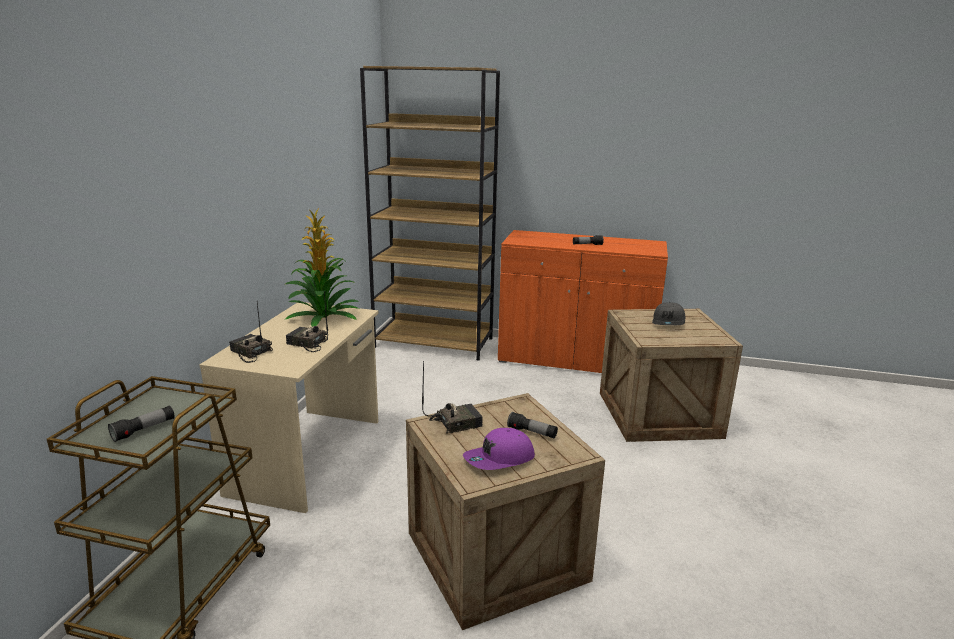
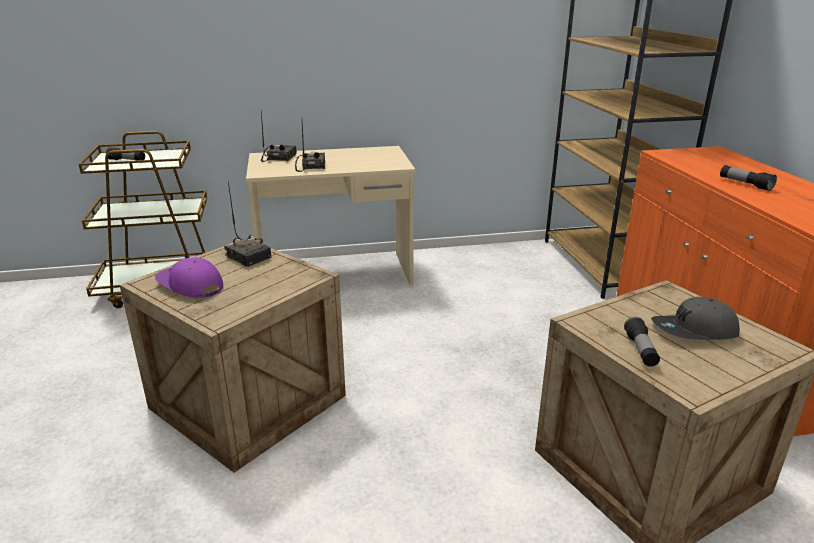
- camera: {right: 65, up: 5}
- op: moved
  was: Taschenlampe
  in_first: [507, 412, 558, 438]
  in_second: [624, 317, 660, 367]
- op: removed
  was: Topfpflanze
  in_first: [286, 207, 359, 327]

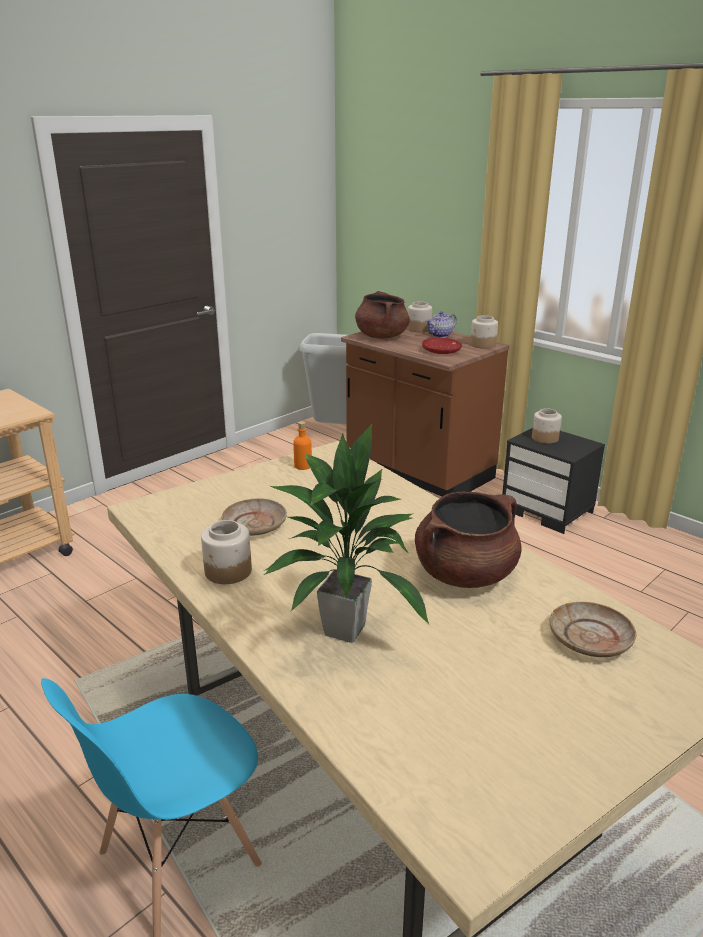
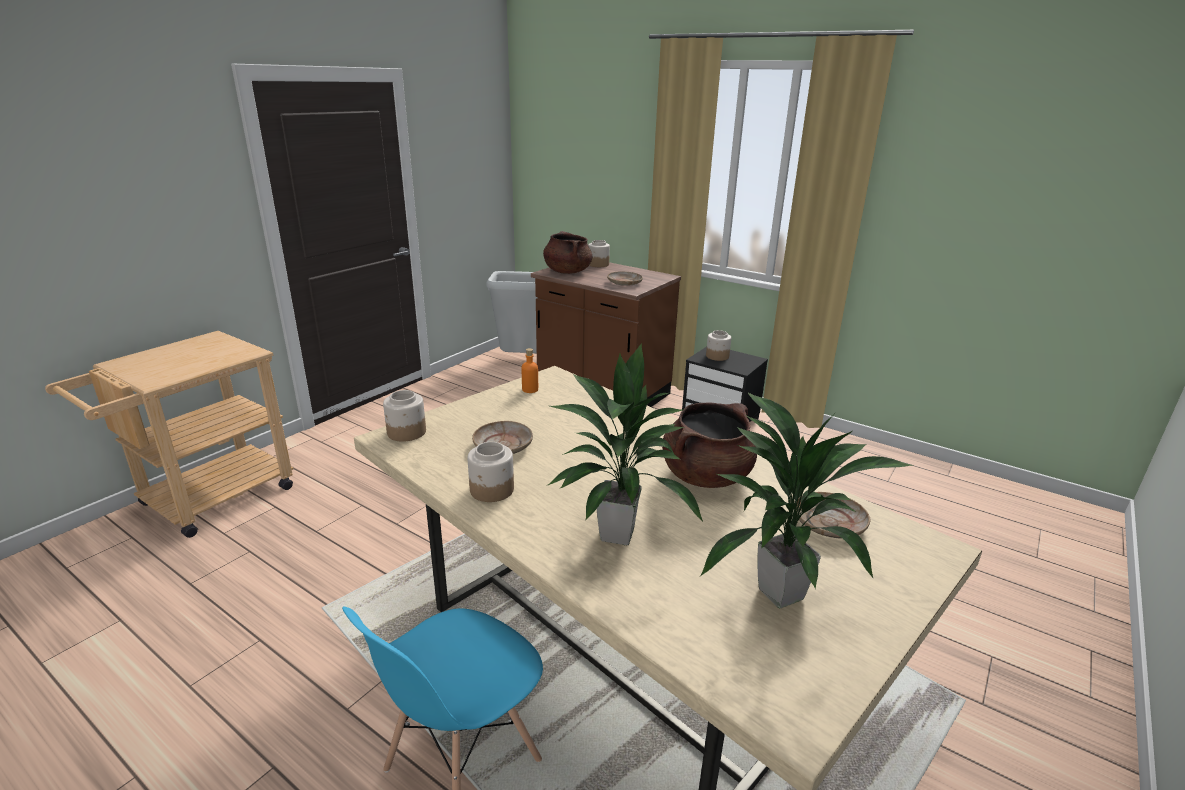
- camera: {right: -10, up: 0}
- op: moved
  was: Vorratsglas
  in_first: [470, 315, 498, 349]
  in_second: [383, 390, 426, 442]
- op: recoloured
  was: Teller/rot
  now: Teller/beige
  in_first: [422, 338, 462, 354]
  in_second: [607, 271, 643, 286]
- op: added
  now: Topfpflanze
  in_second: [700, 392, 913, 608]
- op: removed
  was: Teekanne
  in_first: [426, 311, 457, 338]

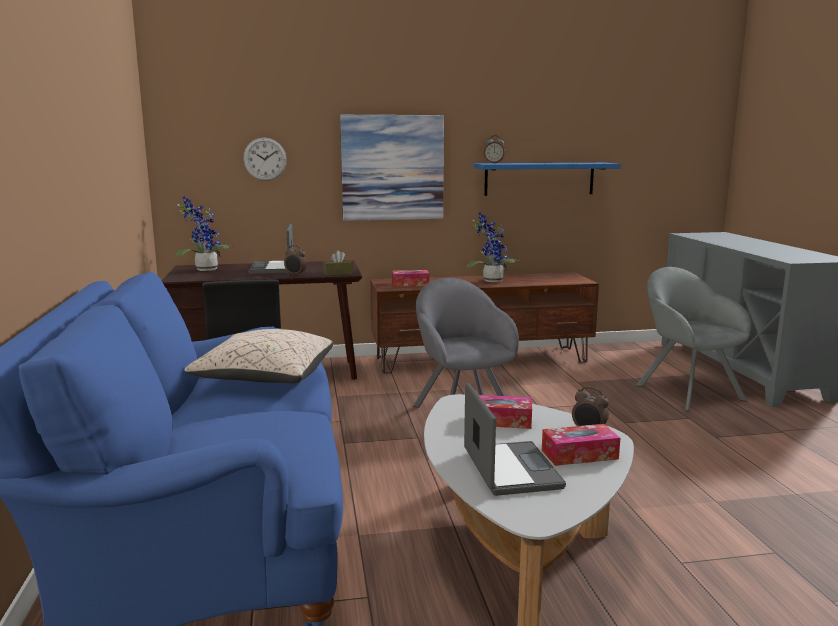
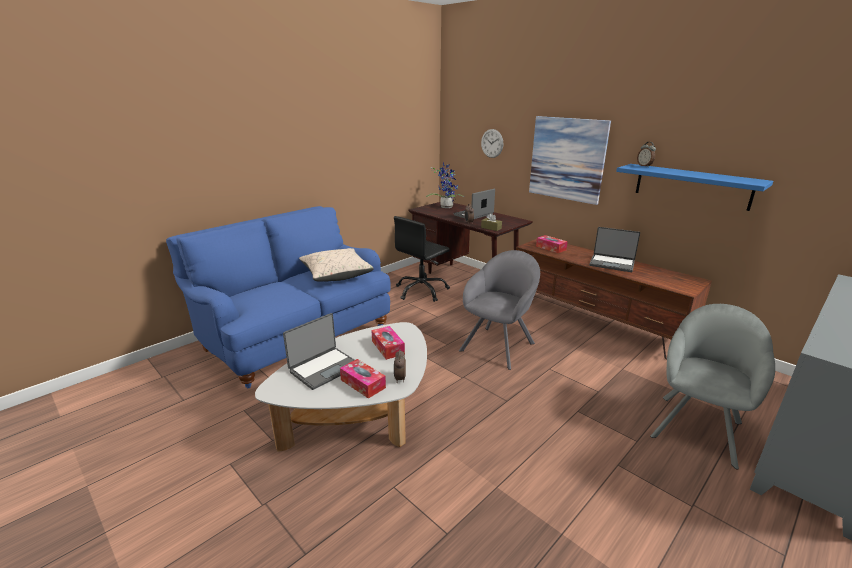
- camera: {right: 55, up: 10}
- op: replaced
  was: Topfpflanze
  now: Laptop
  in_first: [466, 212, 520, 282]
  in_second: [589, 227, 640, 272]

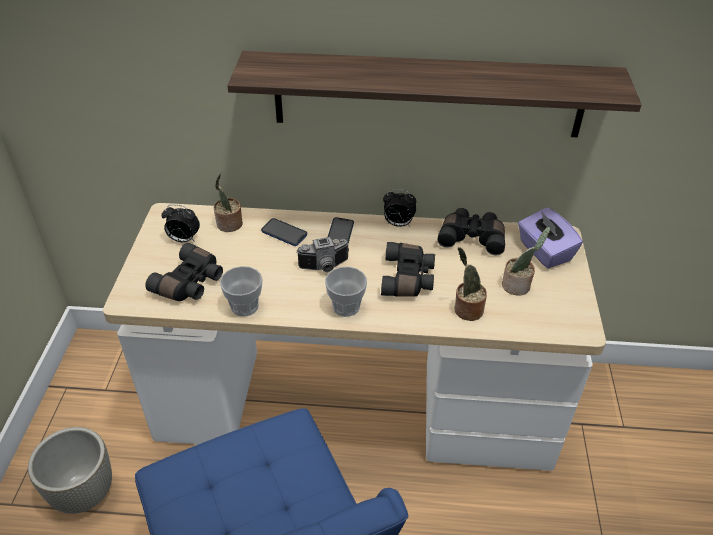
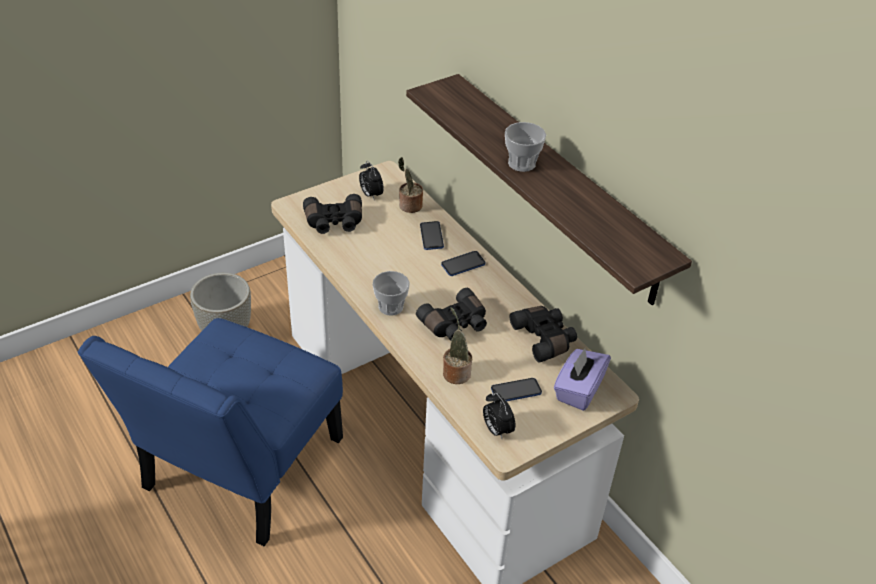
- camera: {right: 50, up: 0}
- op: moved
  was: Wecker
  in_first: [383, 189, 416, 227]
  in_second: [483, 393, 515, 439]
- op: replaced
  was: Topfpflanze
  now: Handy
  in_first: [502, 227, 550, 295]
  in_second: [491, 378, 542, 401]
- op: moved
  was: Tasse
  in_first: [220, 266, 263, 316]
  in_second: [505, 122, 546, 172]
- op: removed
  was: Kamera
  in_first: [296, 237, 349, 272]

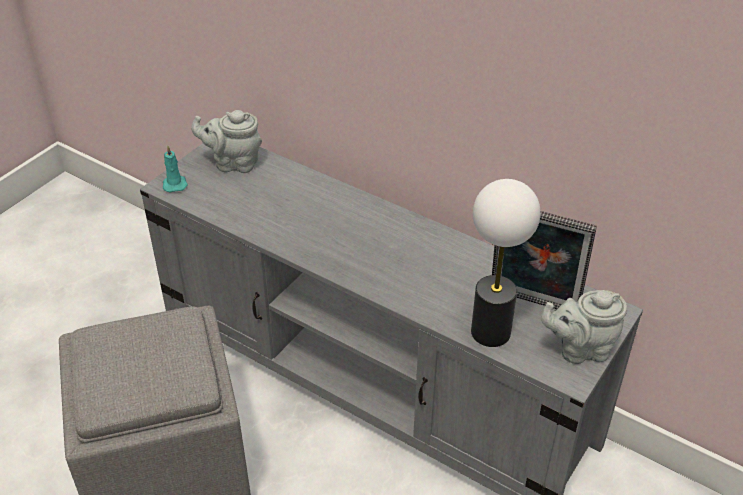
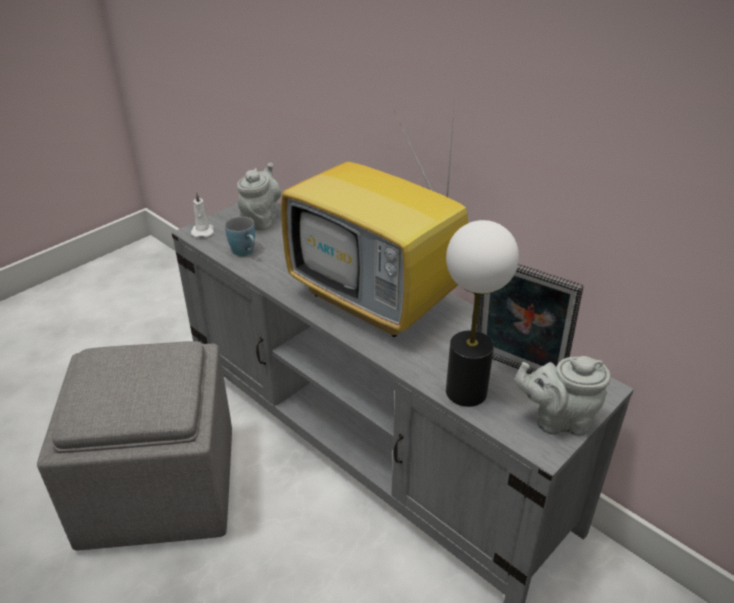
- camera: {right: 10, up: -5}
- op: recoloured
  was: Kerze/türkis
  now: Kerze/weiß
  in_first: [163, 146, 188, 193]
  in_second: [191, 192, 214, 237]
- op: added
  now: Henkelbecher/blau
  in_second: [225, 216, 255, 256]
- op: turned
  was: Teekanne/grau
  in_first: [191, 110, 262, 173]
  in_second: [237, 163, 281, 231]
  clockwise: 90
- op: added
  now: Fernseher
  in_second: [281, 101, 468, 337]

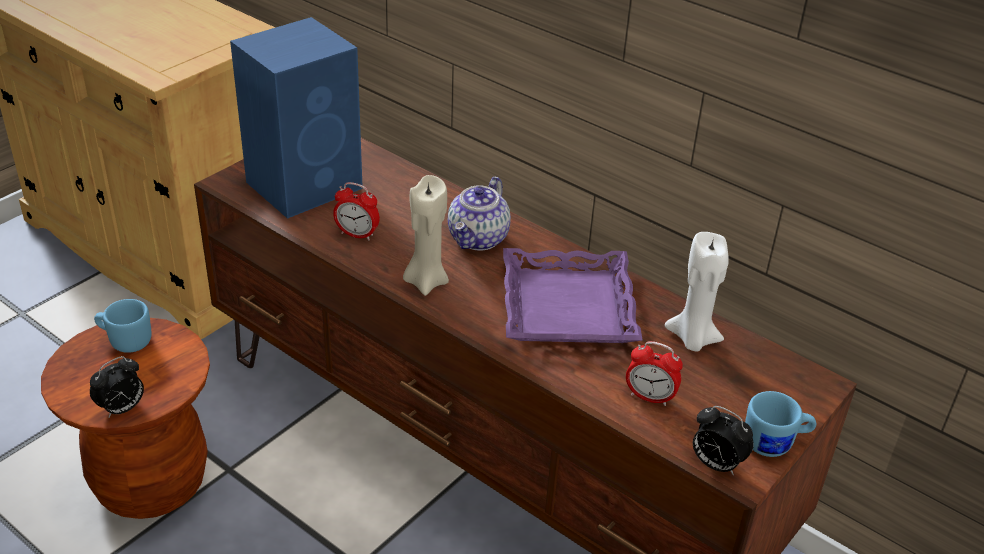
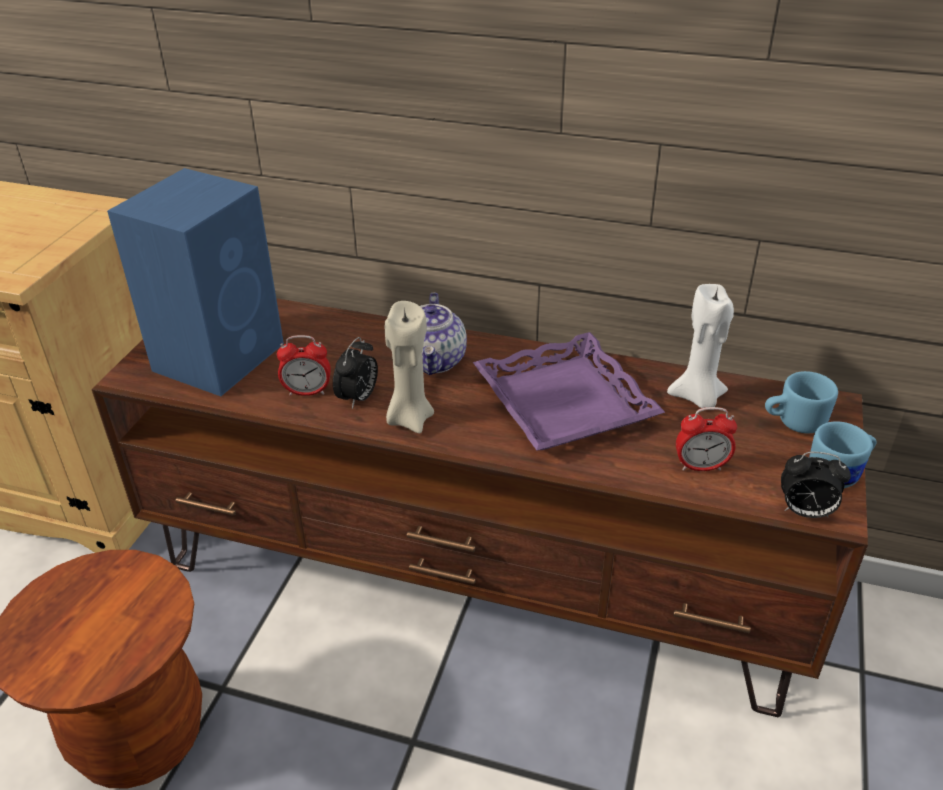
- camera: {right: -20, up: 0}
- op: moved
  was: Wecker
  in_first: [90, 356, 144, 418]
  in_second: [333, 337, 378, 409]
- op: moved
  was: Henkelbecher/blau
  in_first: [94, 299, 152, 353]
  in_second: [765, 371, 838, 434]

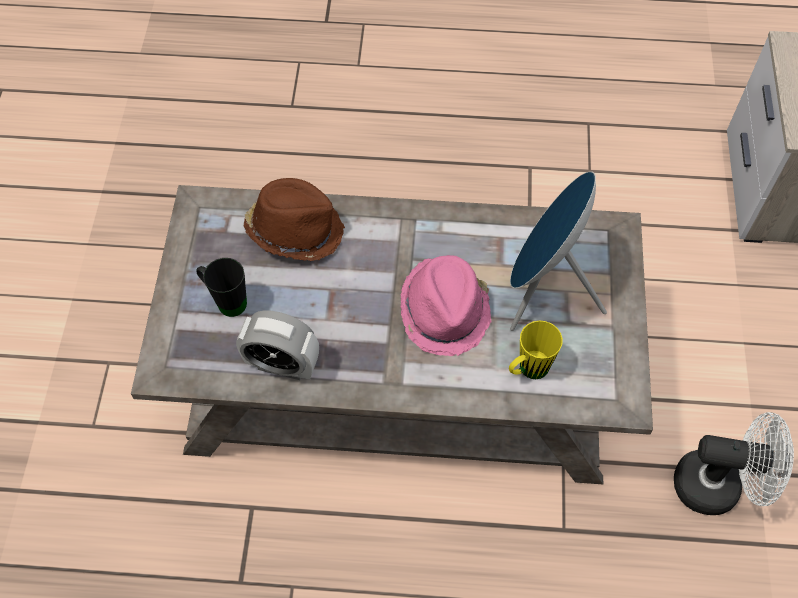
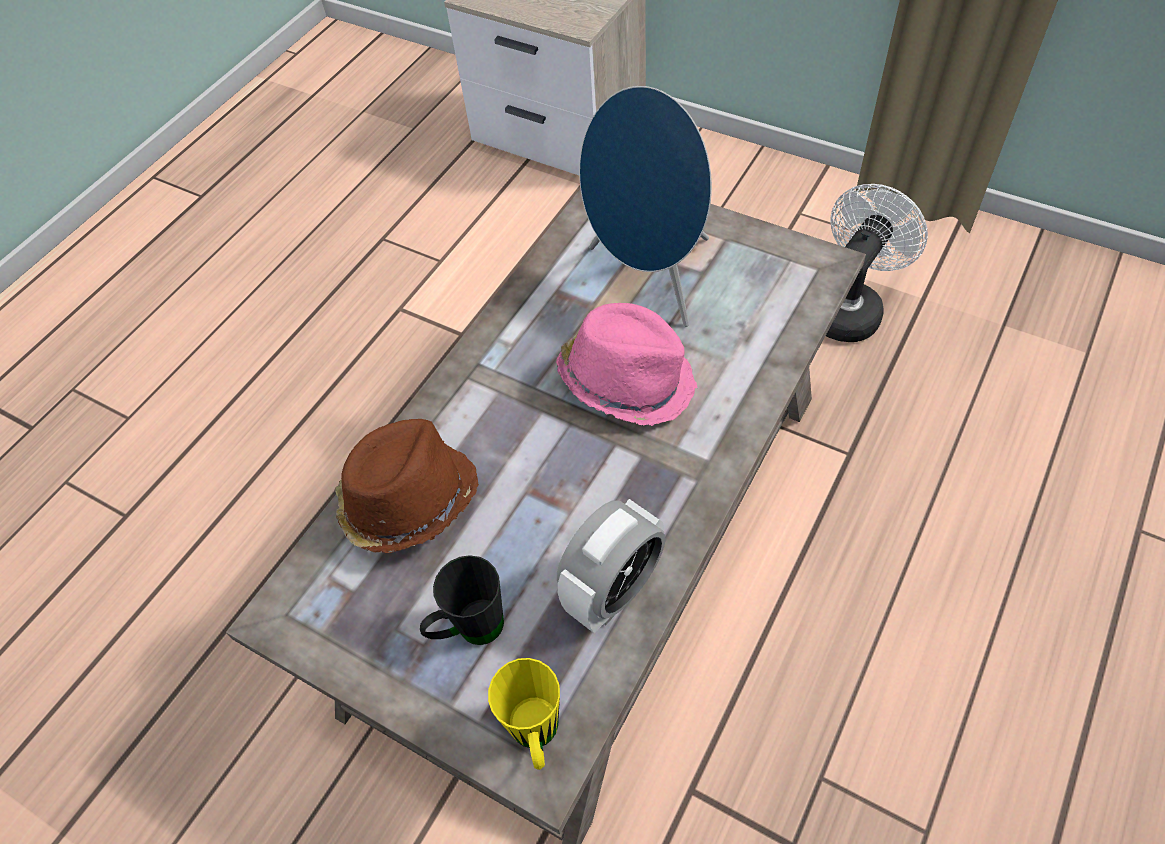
- camera: {right: -60, up: -5}
- op: moved
  was: Henkelbecher/gelb
  in_first: [509, 320, 563, 379]
  in_second: [488, 658, 560, 770]

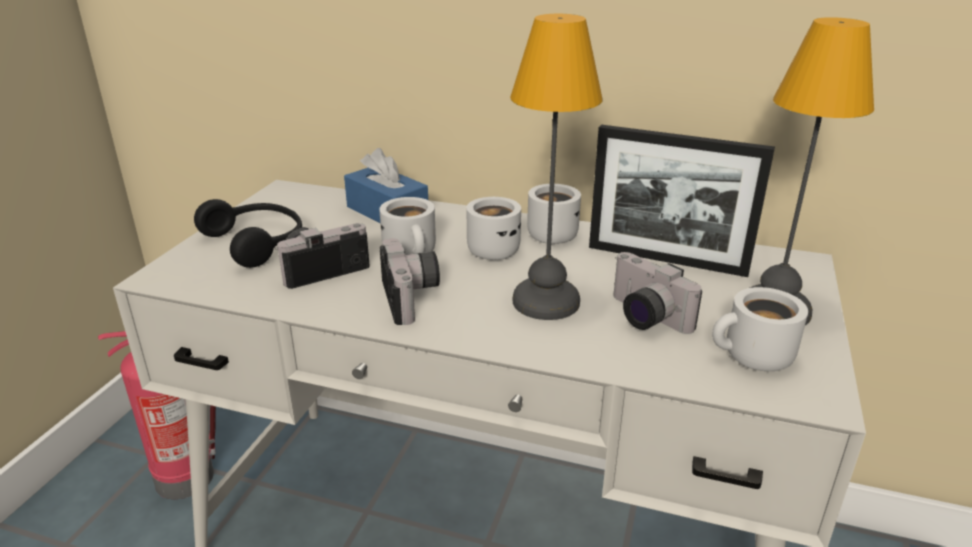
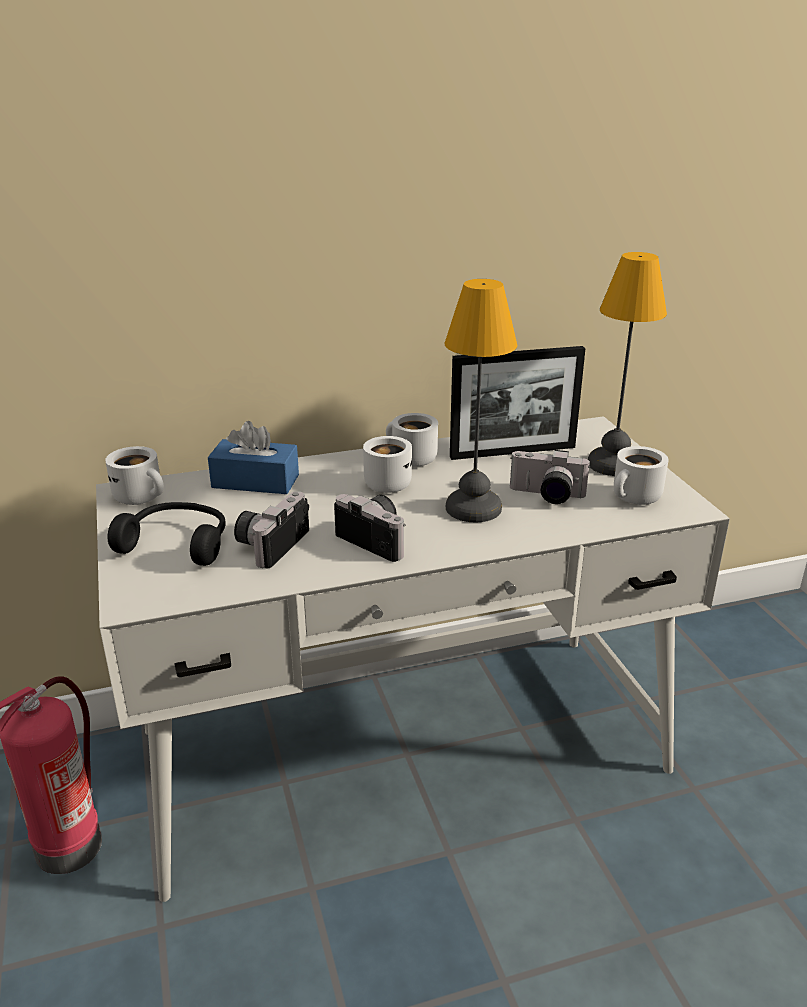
- camera: {right: -35, up: 0}
- op: moved
  was: Henkelbecher/weiß
  in_first: [379, 197, 436, 255]
  in_second: [105, 446, 164, 505]

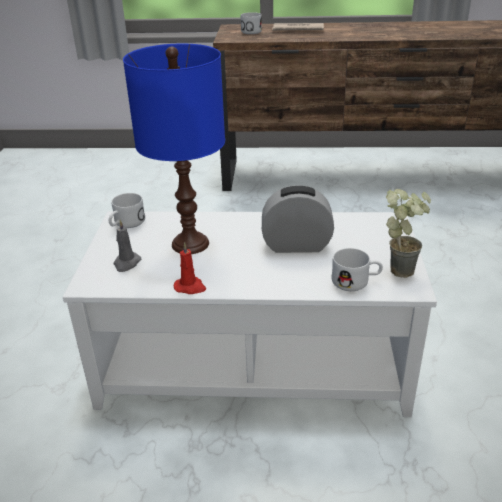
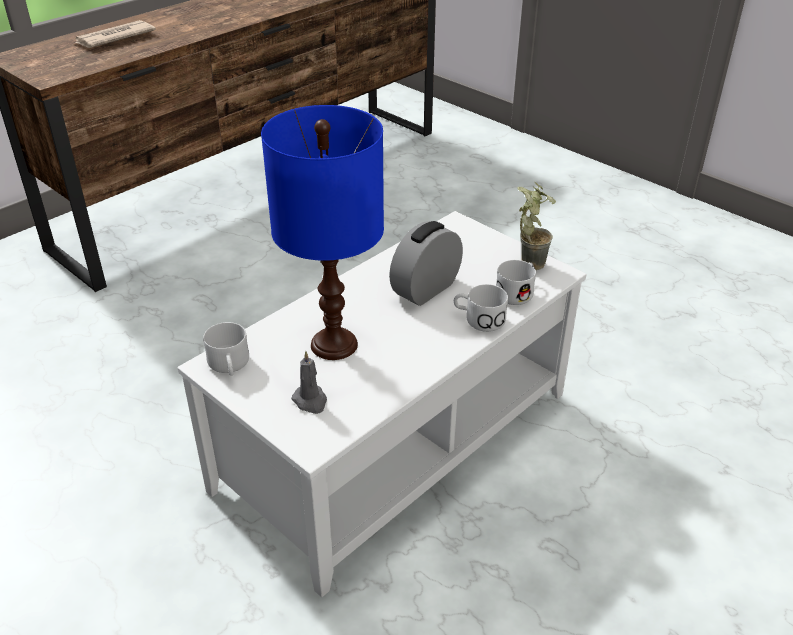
- camera: {right: -50, up: 5}
- op: moved
  was: Henkelbecher/weiß
  in_first: [241, 12, 262, 34]
  in_second: [454, 284, 508, 332]
- op: removed
  was: Kerze/rot
  in_first: [174, 242, 206, 294]

